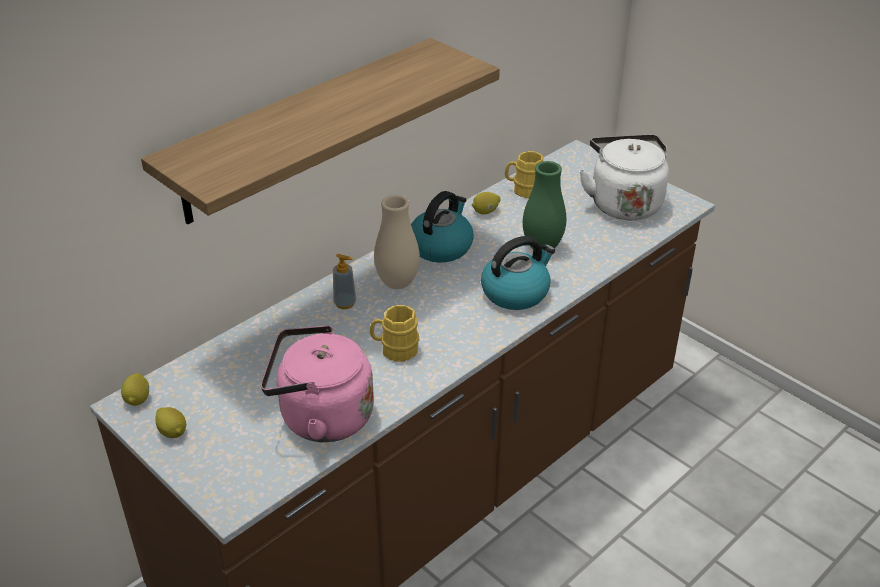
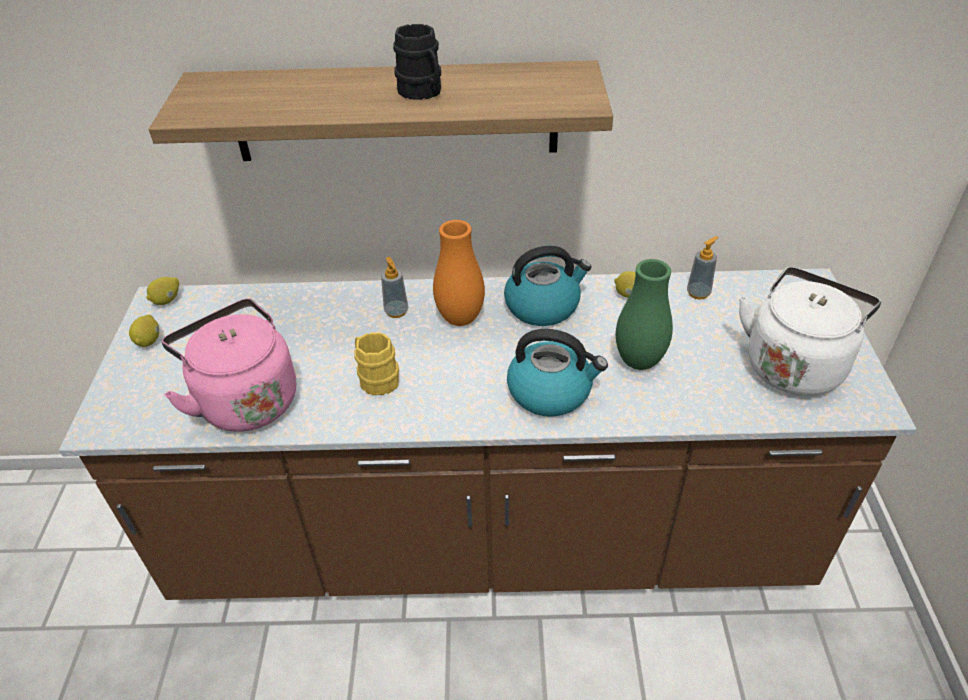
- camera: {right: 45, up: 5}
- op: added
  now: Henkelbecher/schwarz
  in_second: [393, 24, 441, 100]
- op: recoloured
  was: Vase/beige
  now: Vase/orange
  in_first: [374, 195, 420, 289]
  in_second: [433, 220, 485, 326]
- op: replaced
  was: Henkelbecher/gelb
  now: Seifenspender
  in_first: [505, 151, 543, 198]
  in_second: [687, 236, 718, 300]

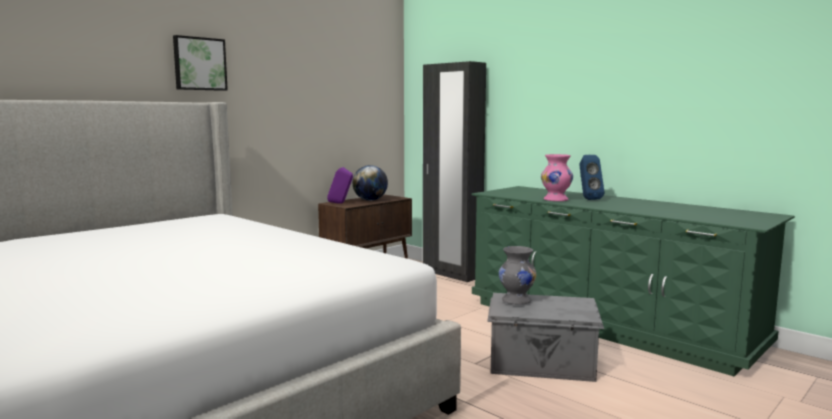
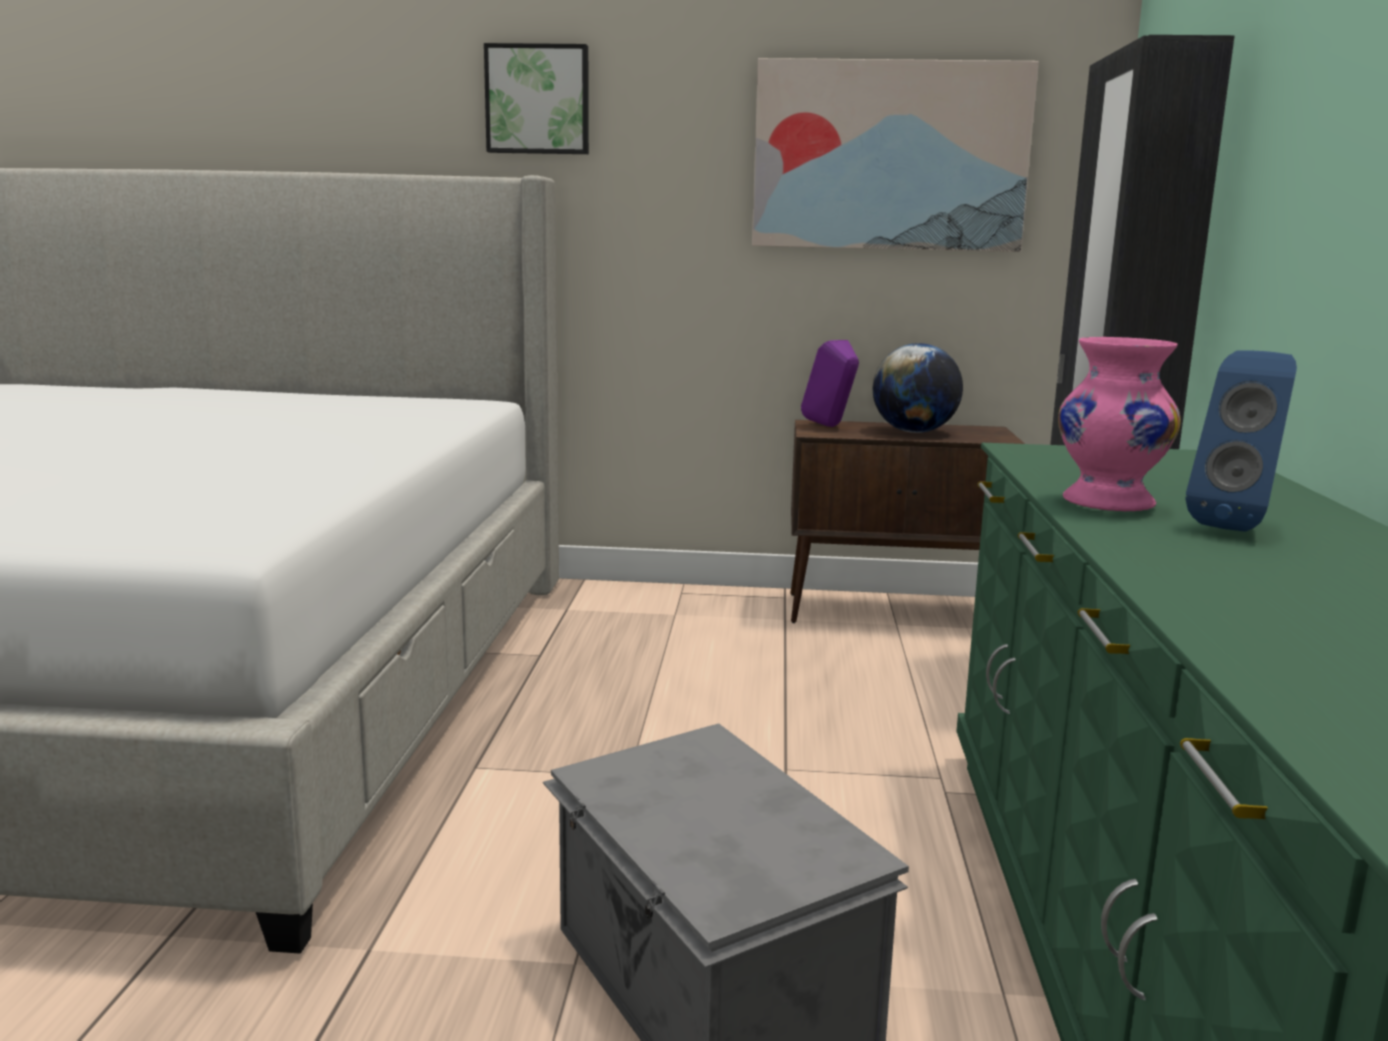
- camera: {right: 50, up: 5}
- op: added
  now: Bild
  in_second: [752, 58, 1039, 252]
- op: removed
  was: Vase/grau
  in_first: [499, 246, 536, 305]

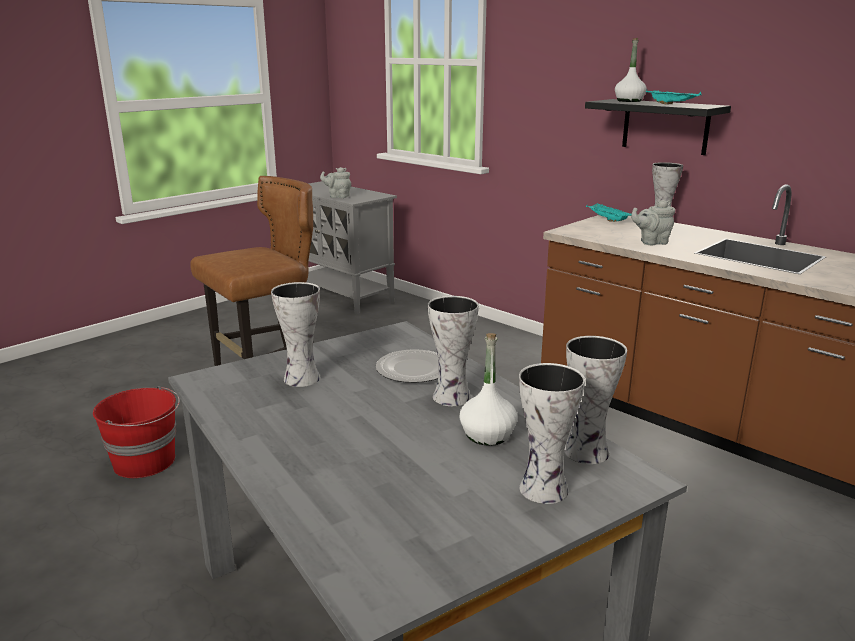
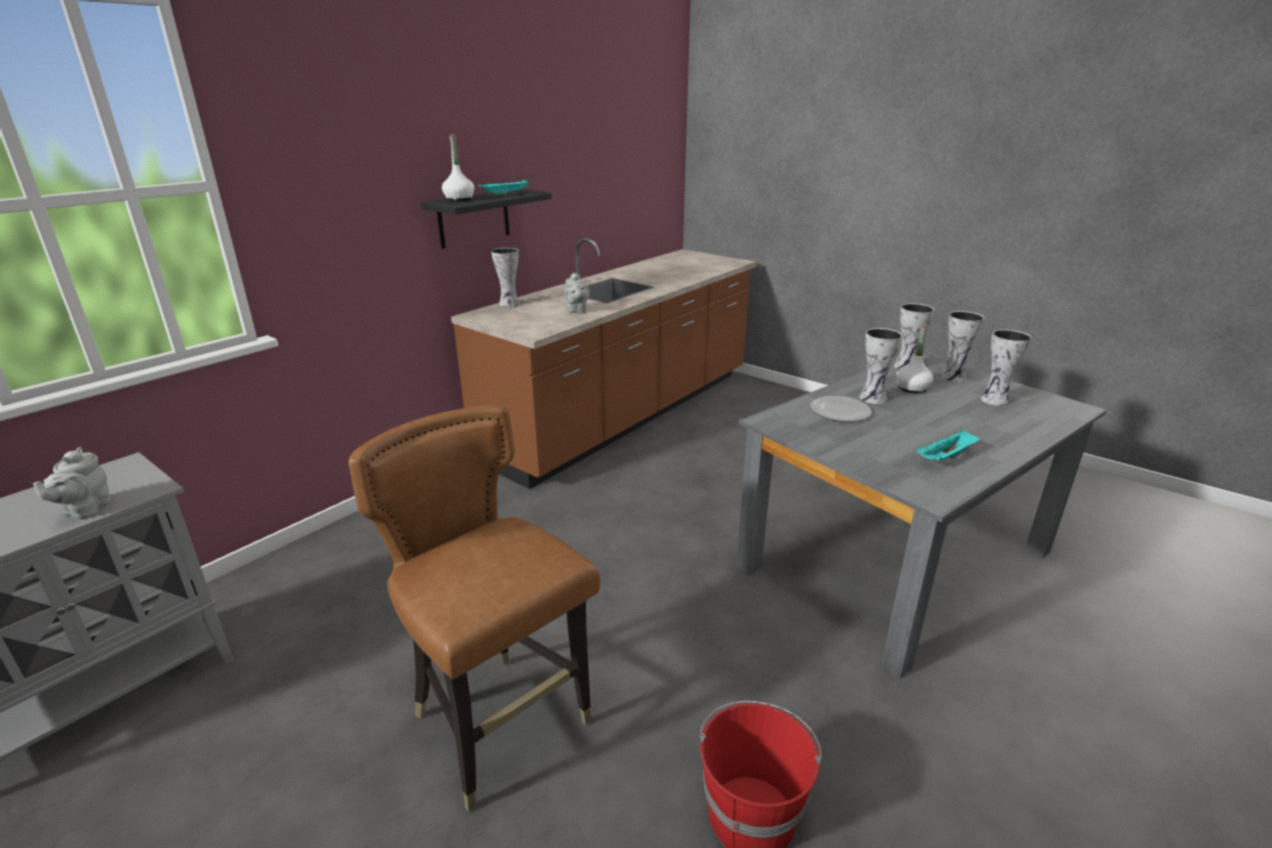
- camera: {right: -95, up: 5}
- op: moved
  was: Tablett/türkis
  in_first: [586, 203, 631, 222]
  in_second: [915, 430, 980, 461]
- op: moved
  was: Vase
  in_first: [271, 282, 320, 387]
  in_second: [981, 329, 1032, 406]

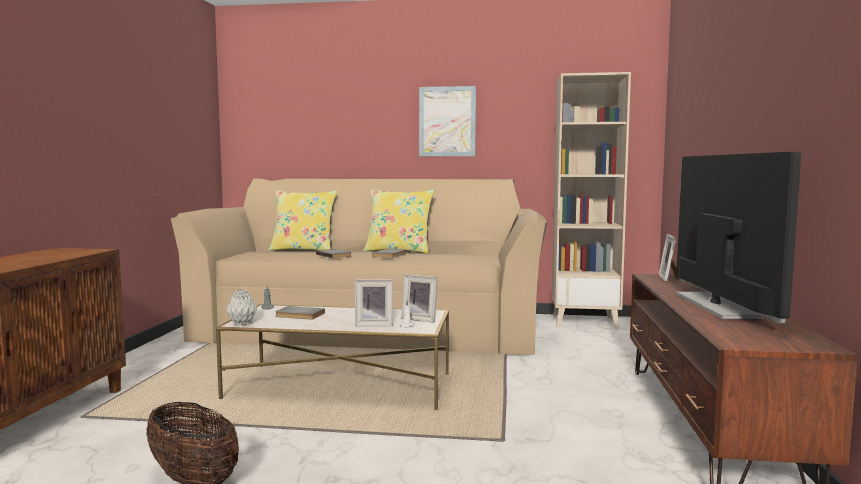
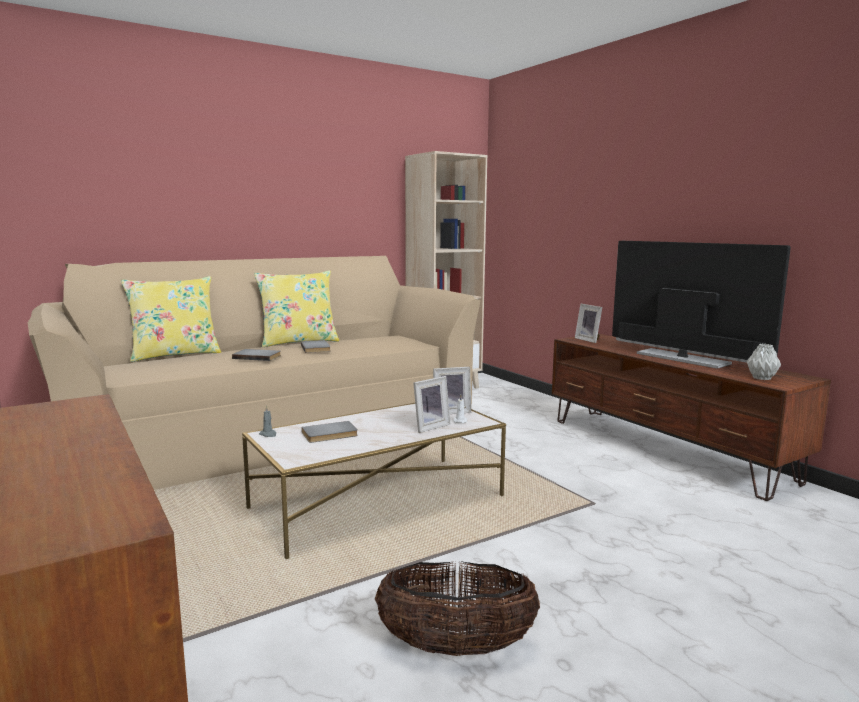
- camera: {right: -40, up: 5}
- op: moved
  was: Vase/grau
  in_first: [226, 289, 257, 325]
  in_second: [746, 344, 781, 380]
- op: removed
  was: Bild
  in_first: [419, 86, 476, 156]

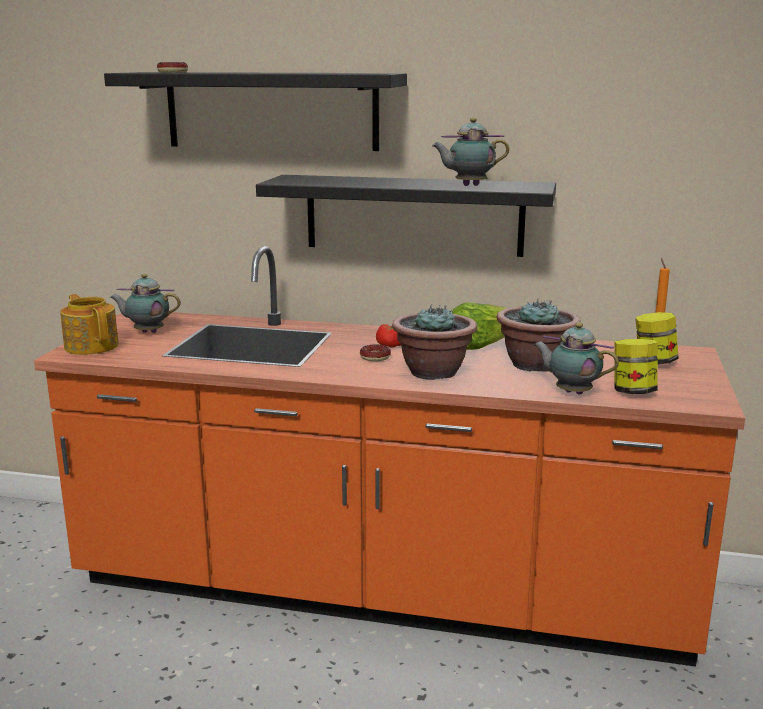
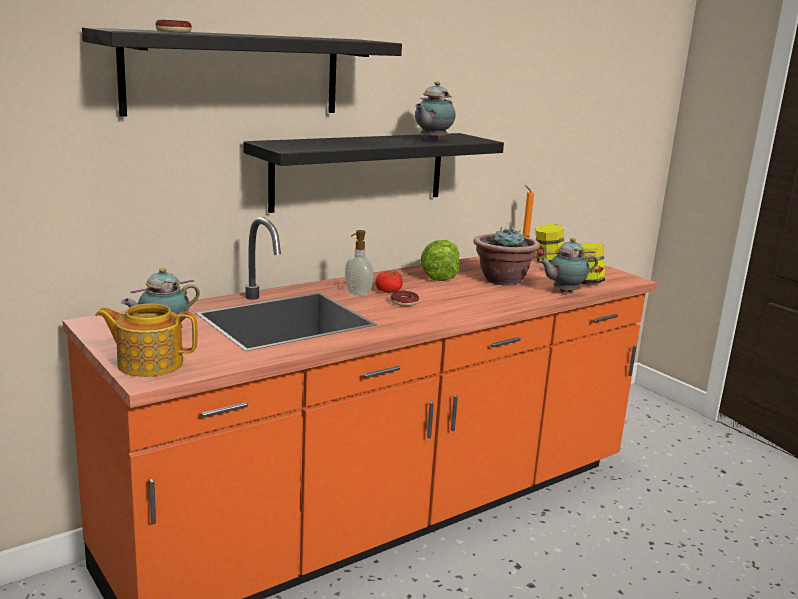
- camera: {right: -50, up: 0}
- op: added
  now: Seifenspender
  in_second: [345, 230, 373, 296]
- op: removed
  was: Topfpflanze
  in_first: [392, 304, 477, 380]

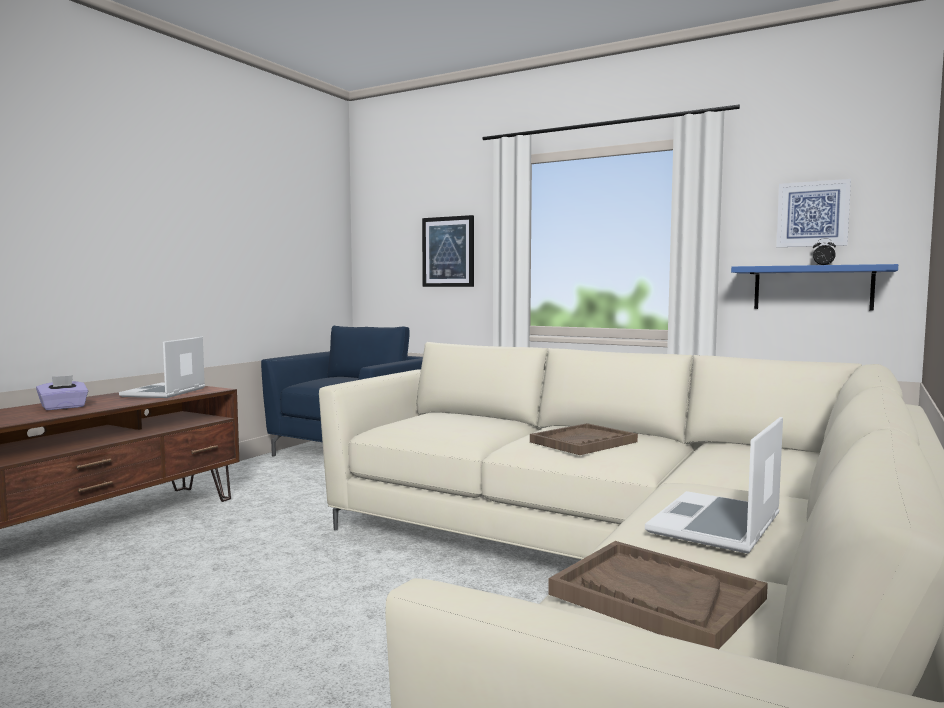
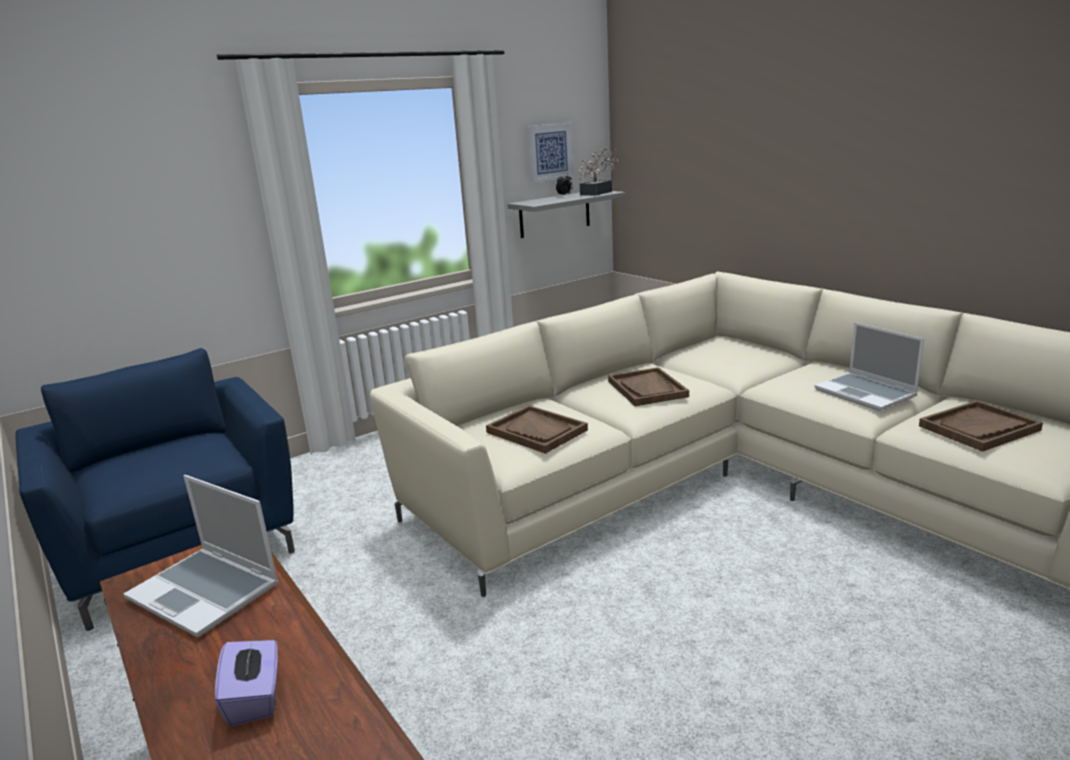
- camera: {right: -65, up: 15}
- op: added
  now: Tablett/braun
  in_second: [486, 405, 588, 454]
- op: recoloured
  was: Wandregal/blau
  now: Wandregal/grau
  in_first: [731, 264, 898, 311]
  in_second: [507, 191, 626, 238]
- op: added
  now: Topfpflanze
  in_second: [578, 148, 619, 196]
- op: removed
  was: Bild
  in_first: [422, 215, 474, 287]

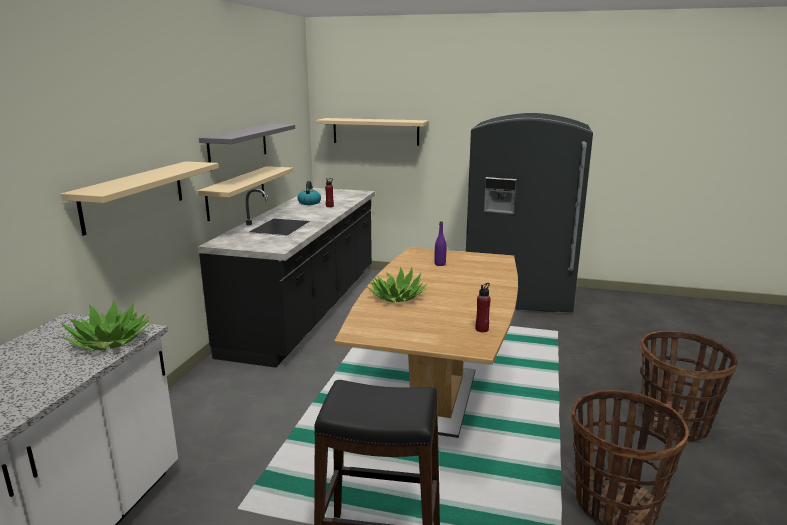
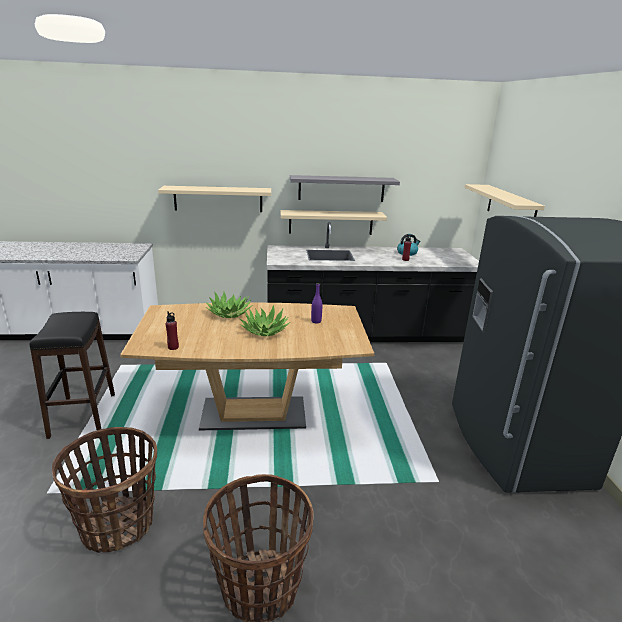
- camera: {right: 70, up: 5}
- op: moved
  was: Topfpflanze
  in_first: [61, 299, 149, 351]
  in_second: [240, 305, 290, 336]

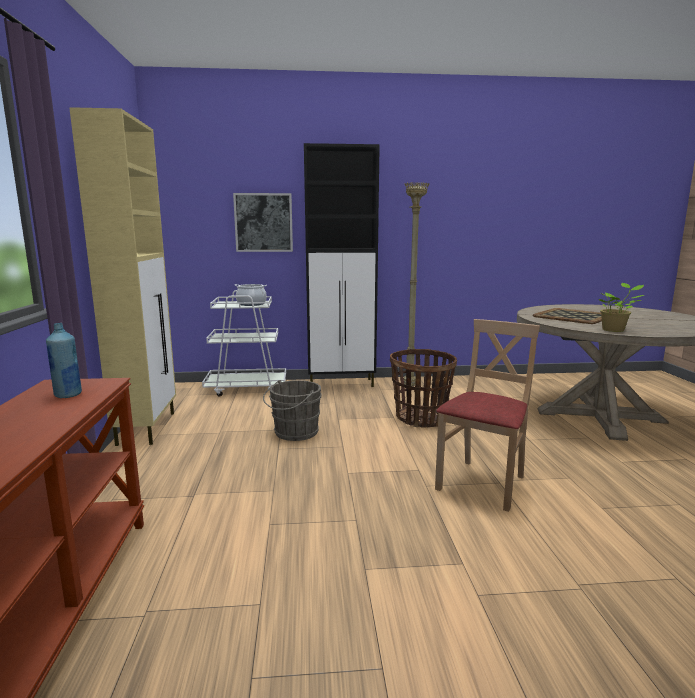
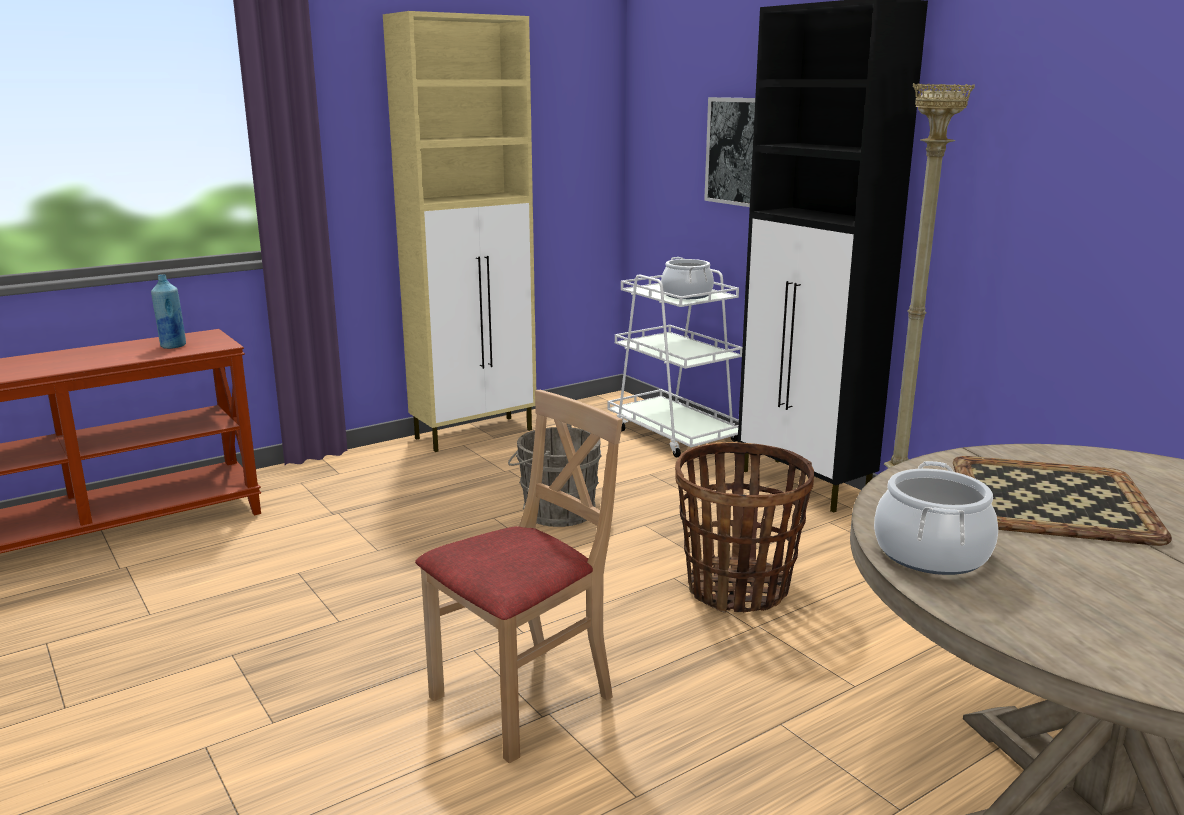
- camera: {right: 60, up: 5}
- op: turned
  was: Stuhl/beige
  in_first: [435, 319, 540, 512]
  in_second: [415, 390, 623, 763]
  clockwise: -45
- op: replaced
  was: Topfpflanze
  now: Kochtopf
  in_first: [599, 283, 644, 332]
  in_second: [874, 461, 998, 575]

